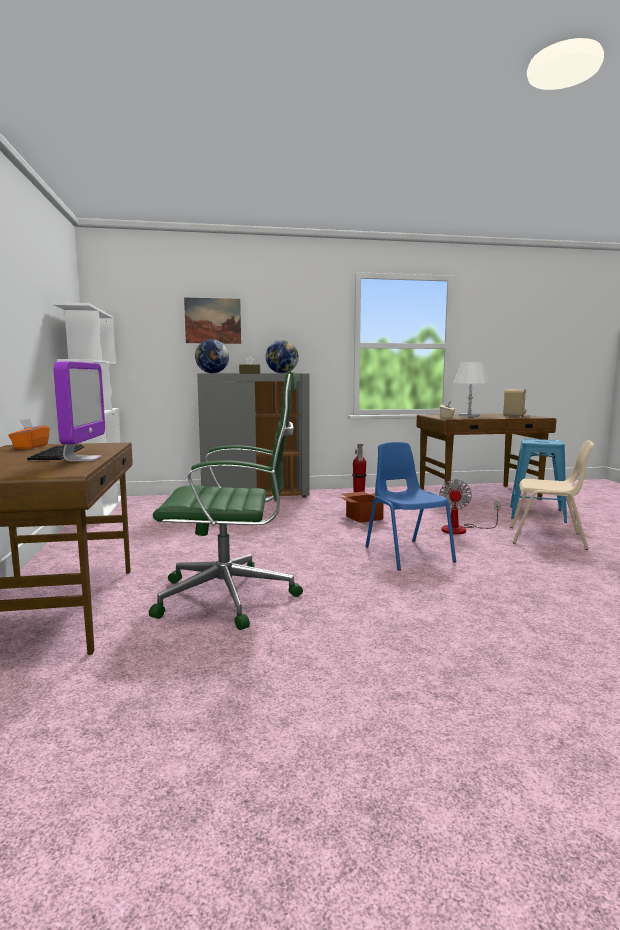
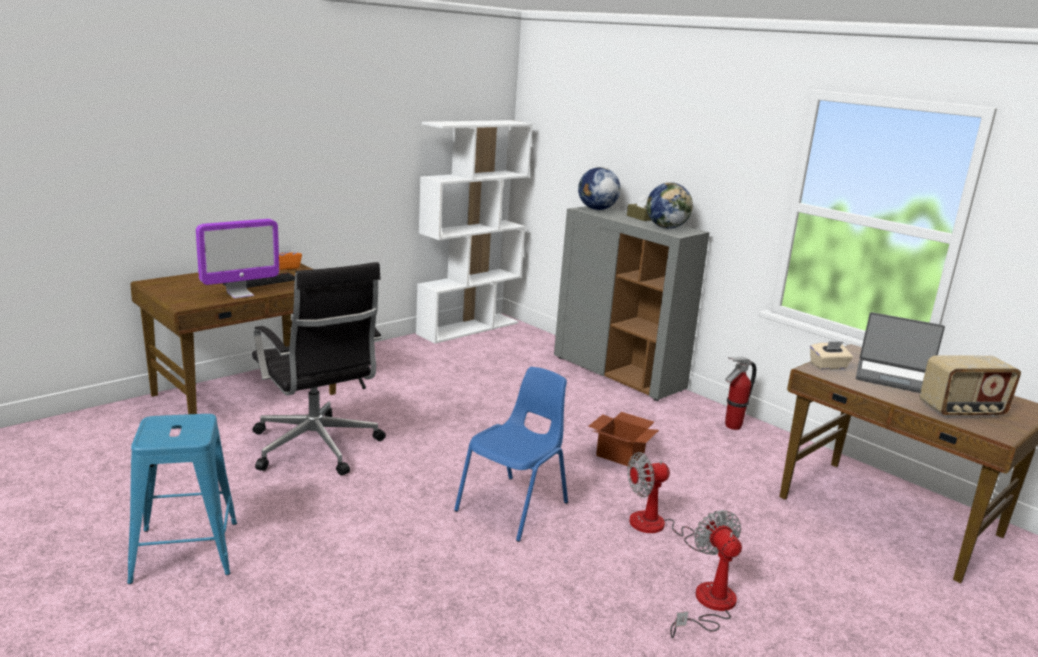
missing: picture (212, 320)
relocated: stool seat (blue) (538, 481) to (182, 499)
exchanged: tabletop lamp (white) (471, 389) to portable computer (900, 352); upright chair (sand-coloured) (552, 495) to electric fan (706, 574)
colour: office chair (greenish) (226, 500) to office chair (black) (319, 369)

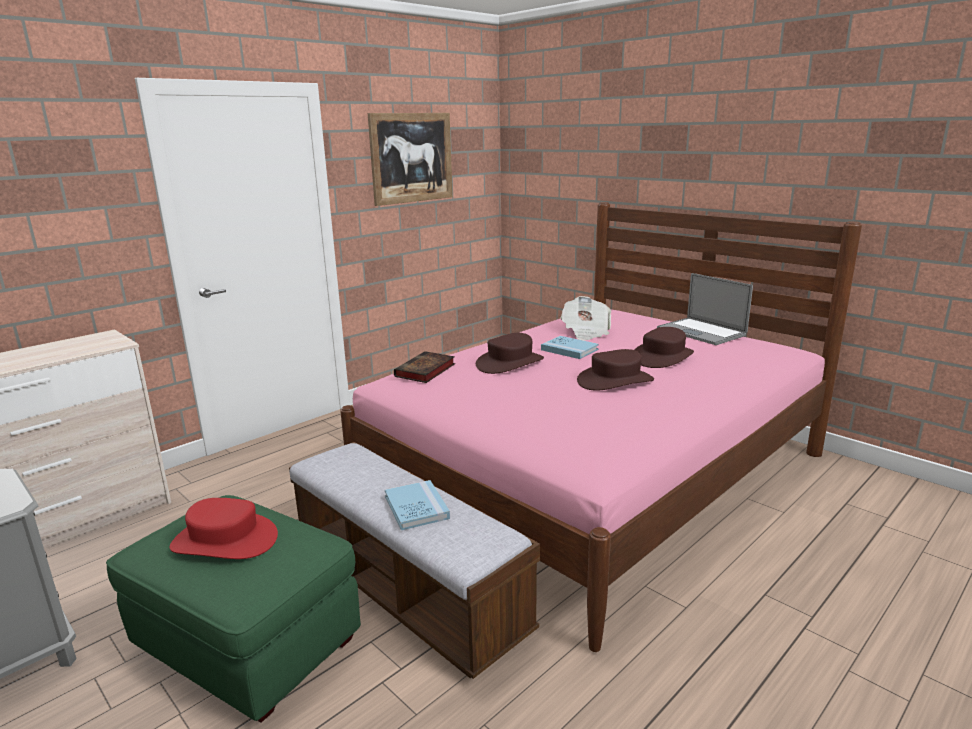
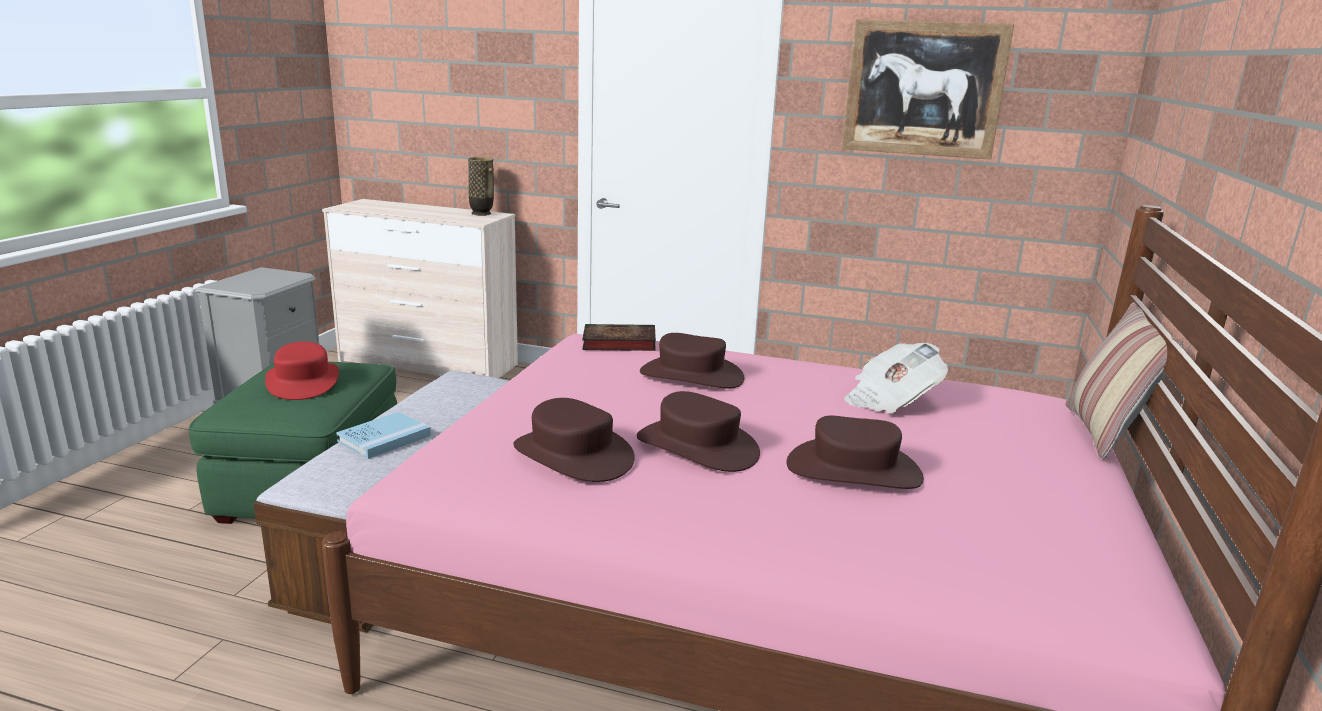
missing: portable computer (705, 309); volume (blue) (570, 347)
appeared: vase (481, 186); cushion (1124, 381); hat (brown-coloured) (574, 440)

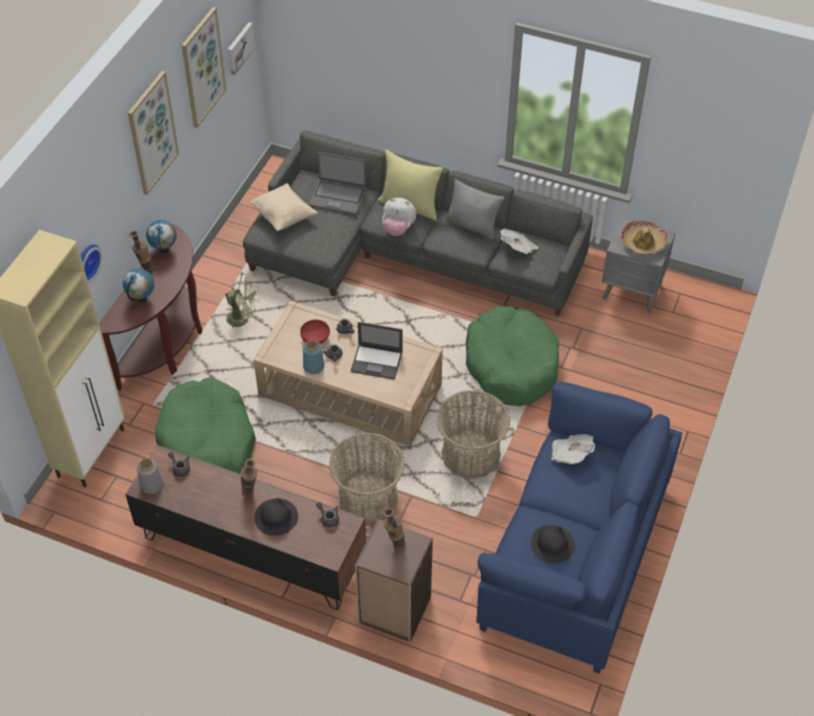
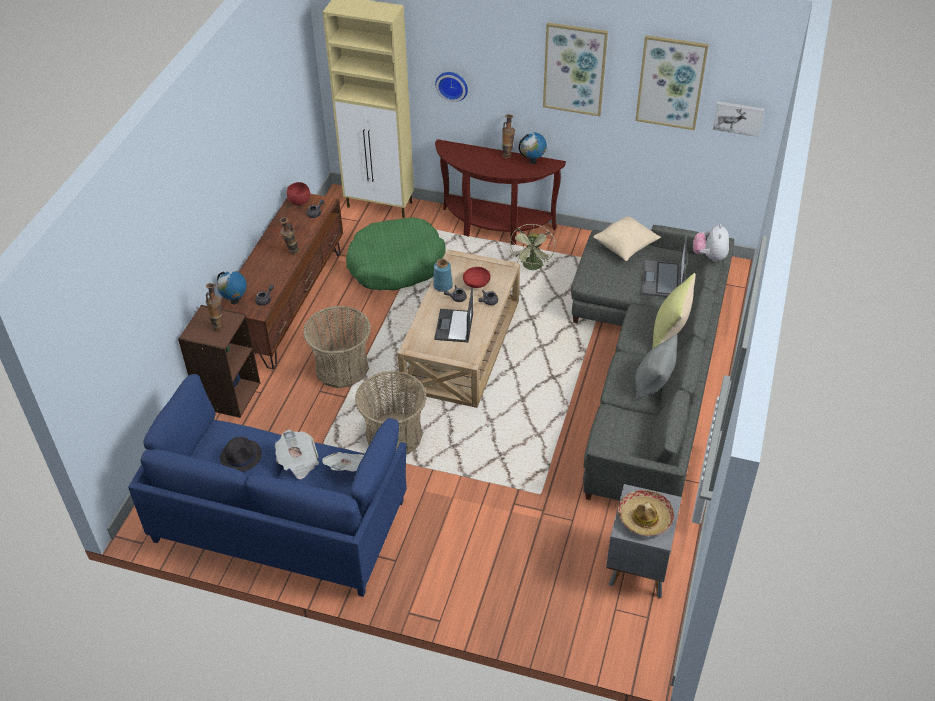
missing: dog bed (greenish) (512, 356); hat (black) (276, 517)
relocated: soft toy (399, 216) to (711, 243); daily paper (519, 241) to (297, 454); desk globe (138, 286) to (232, 287)
exchanged: vase (grey) (150, 476) to deep dish (red) (298, 193)

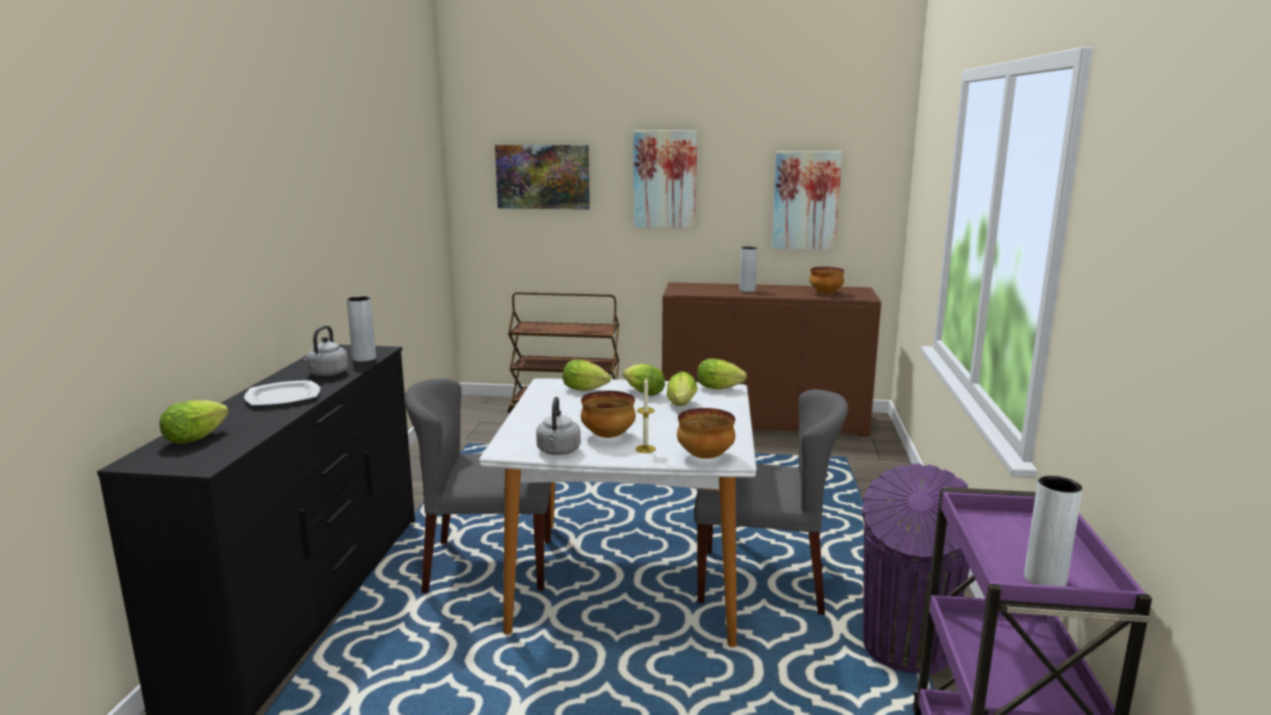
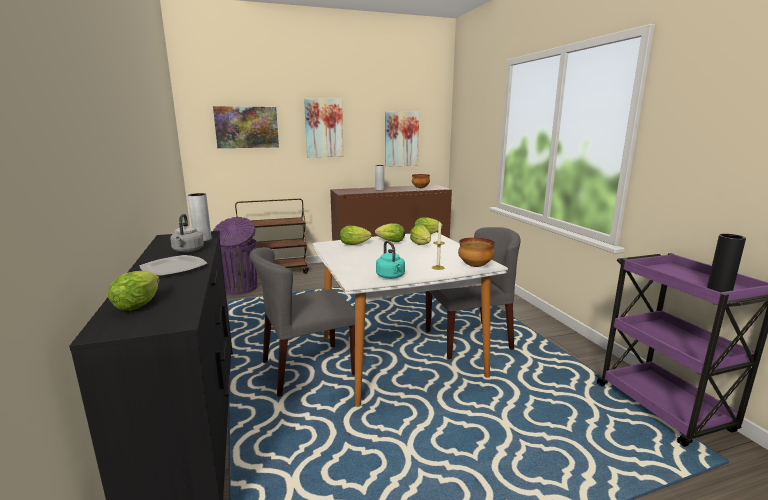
missing: deep dish (608, 414)
relocated: rubbish bin (purple) (916, 569) to (235, 256)
colour: kettle (grey) (558, 426) to kettle (turquoise-coloured) (390, 260); vase (white) (1053, 531) to vase (black) (726, 263)

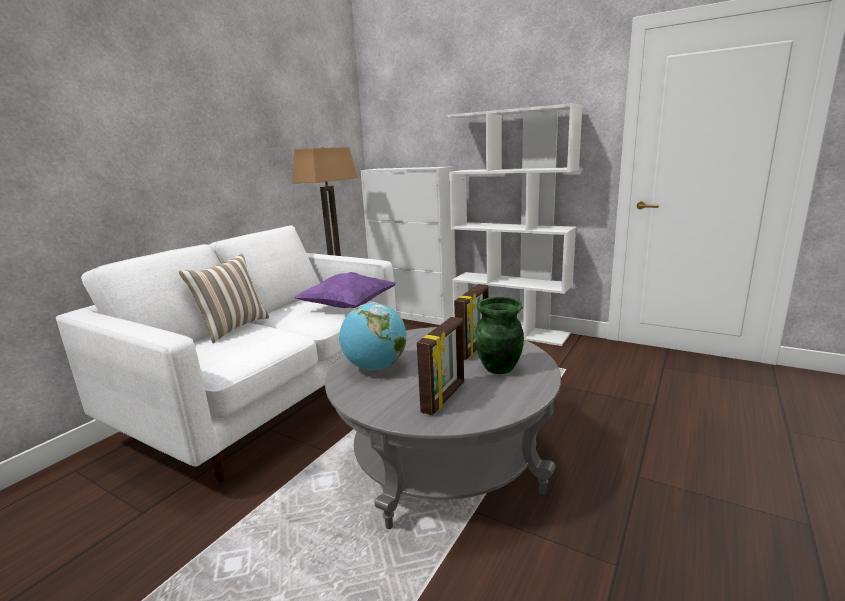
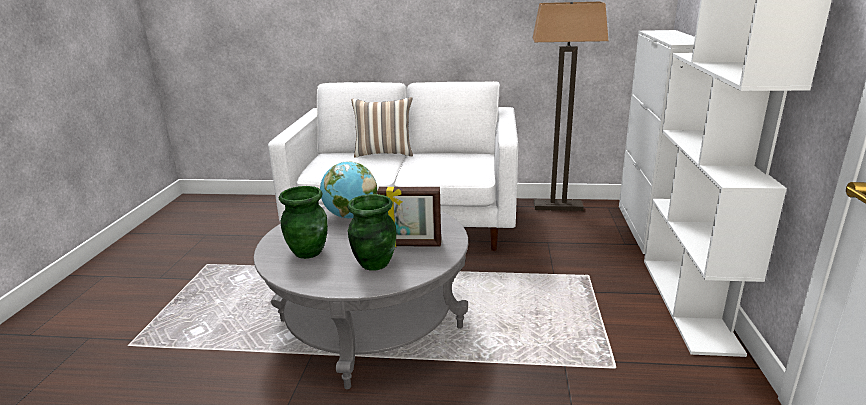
missing: cushion (purple) (345, 290)
exchanged: standing frame (440, 366) to vase (greenish) (303, 222)

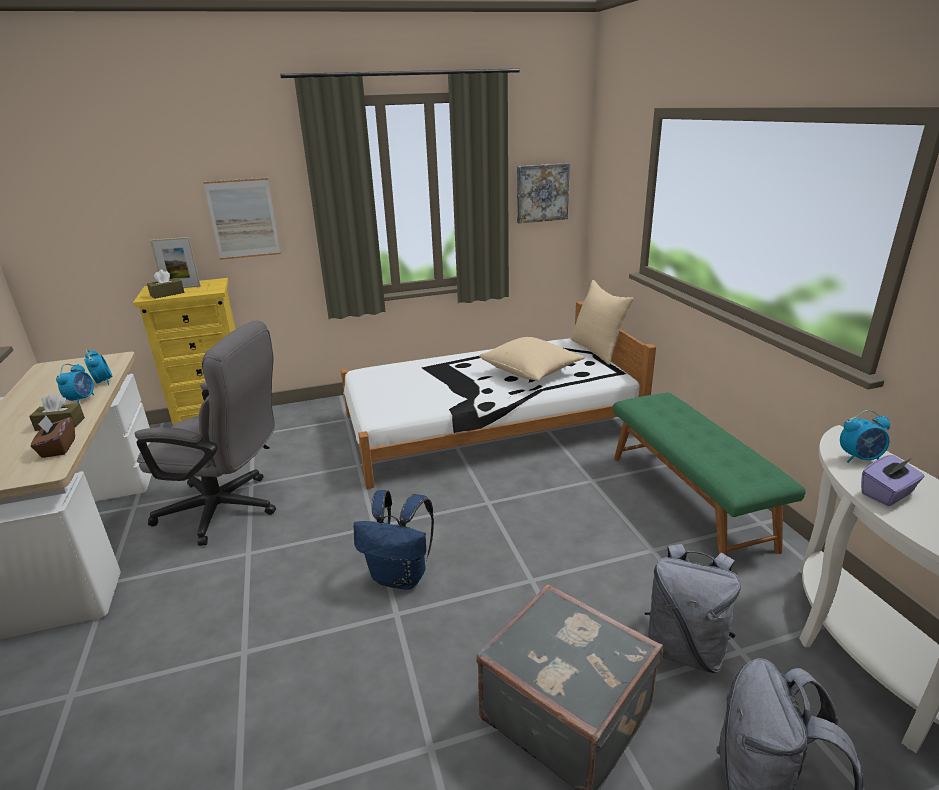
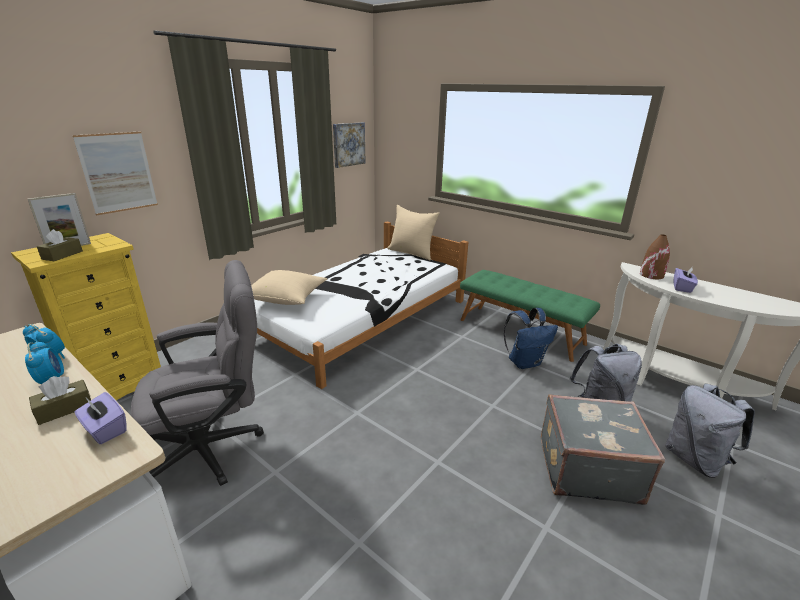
relocated: cushion (sand-coloured) (532, 359) to (289, 287); backpack (blue) (393, 539) to (531, 338)
exchanged: bedside clock (865, 436) to vase (brown-coloured) (655, 256)
colour: tissue box (brown-coloured) (53, 437) to tissue box (purple) (101, 418)

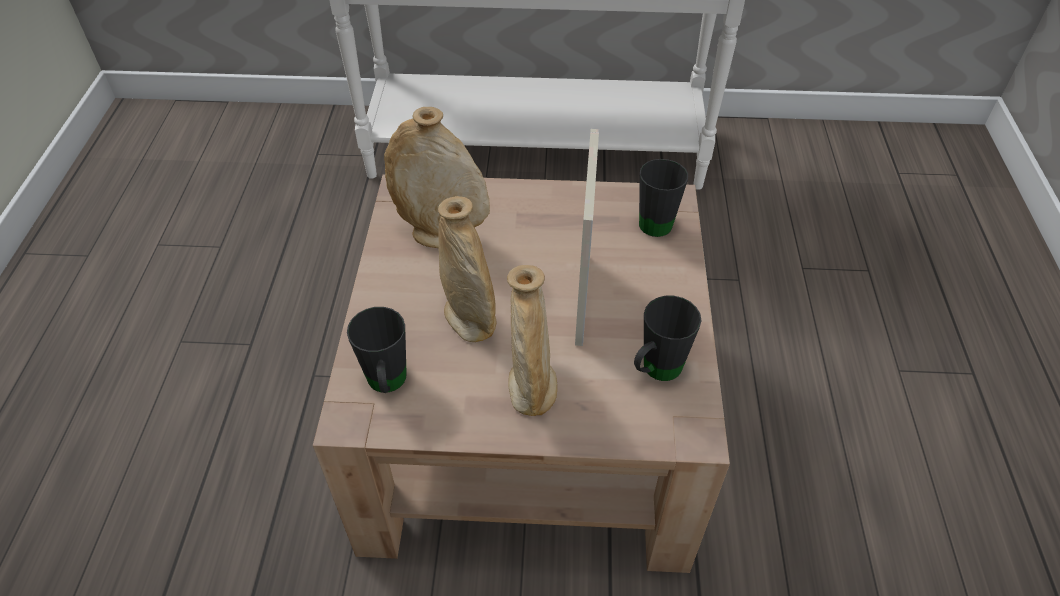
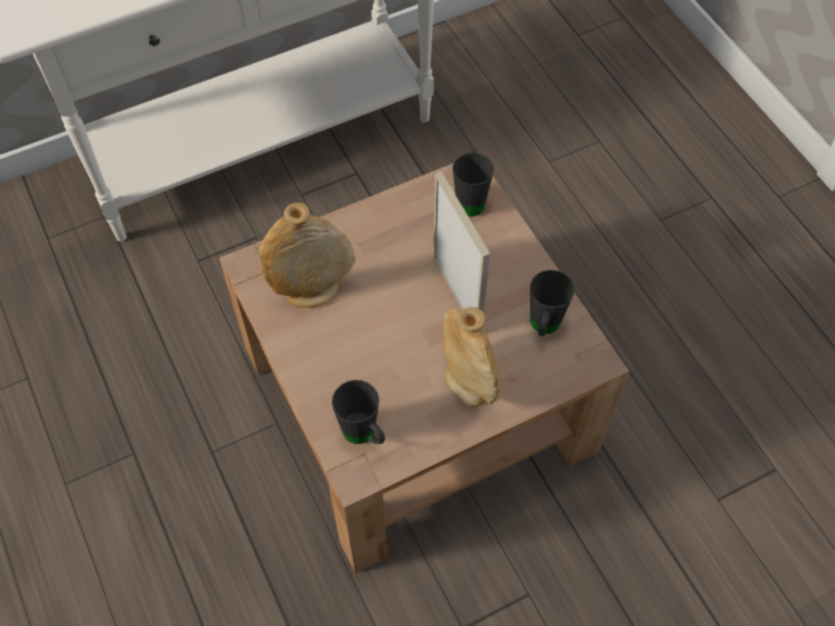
missing: vase (sand-coloured) (467, 269)

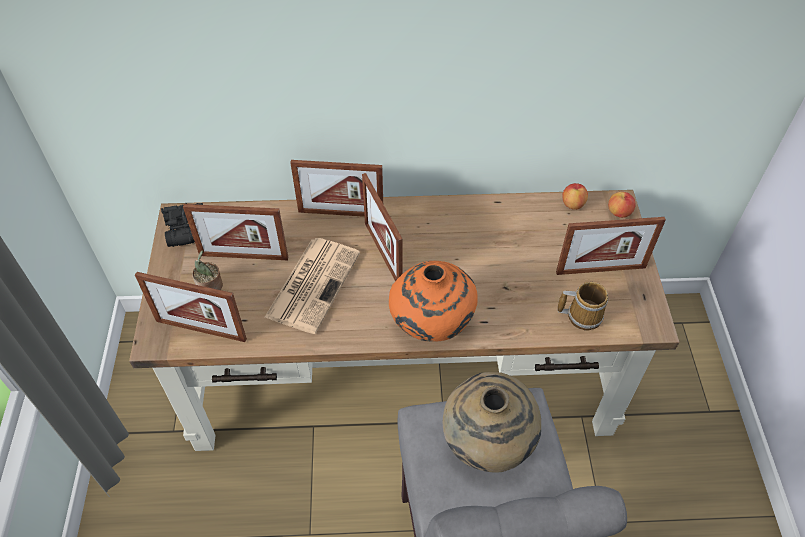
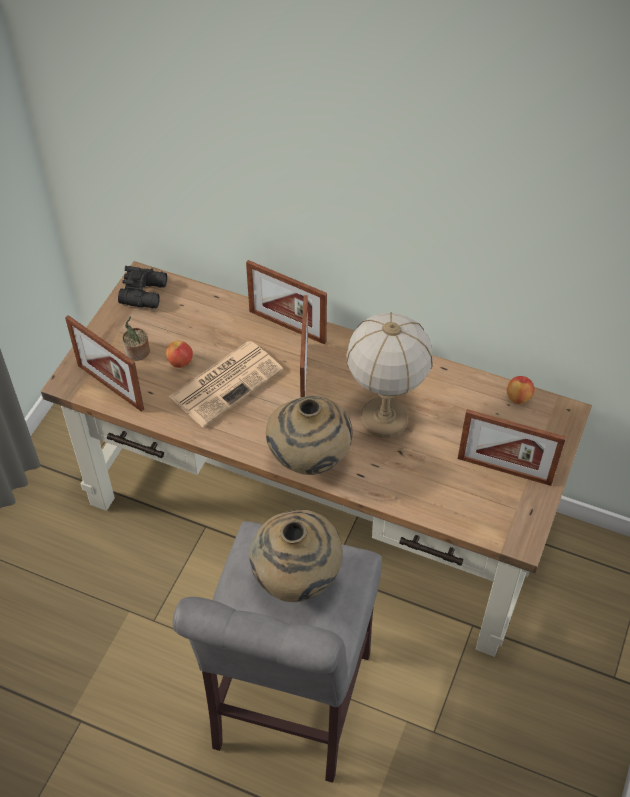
missing: standing frame (235, 232); tea mug (582, 306)
appeared: tabletop lamp (389, 375)
relocated: apple fruit (622, 205) to (179, 354)
colour: vase (orangey) (433, 301) to vase (sand-coloured) (309, 435)

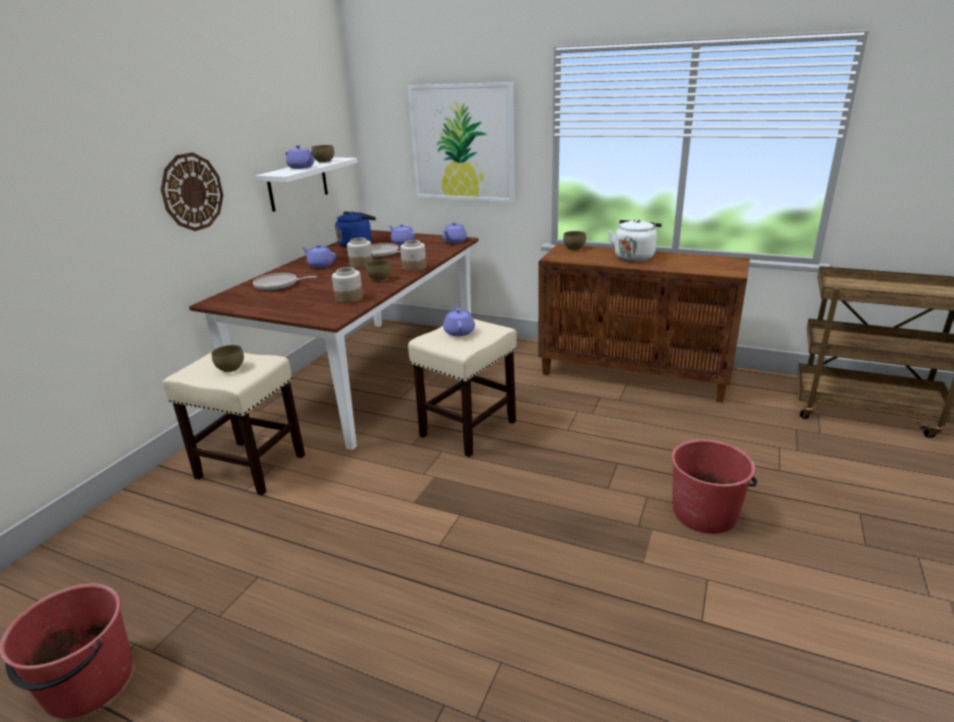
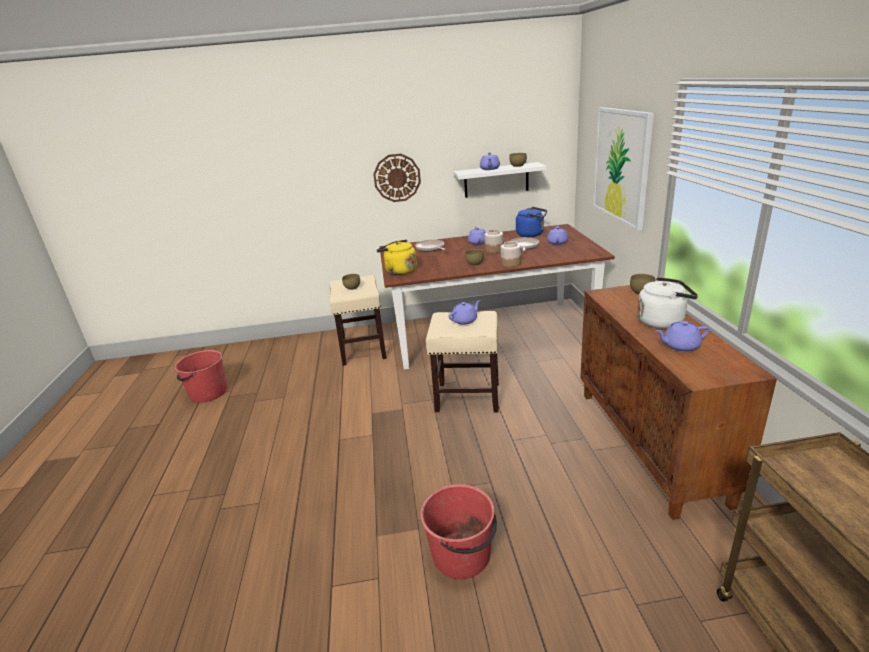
missing: jar (347, 285)
appeared: kettle (yellowish) (397, 257)
relocated: tea pot (purple) (455, 232) to (682, 336)

